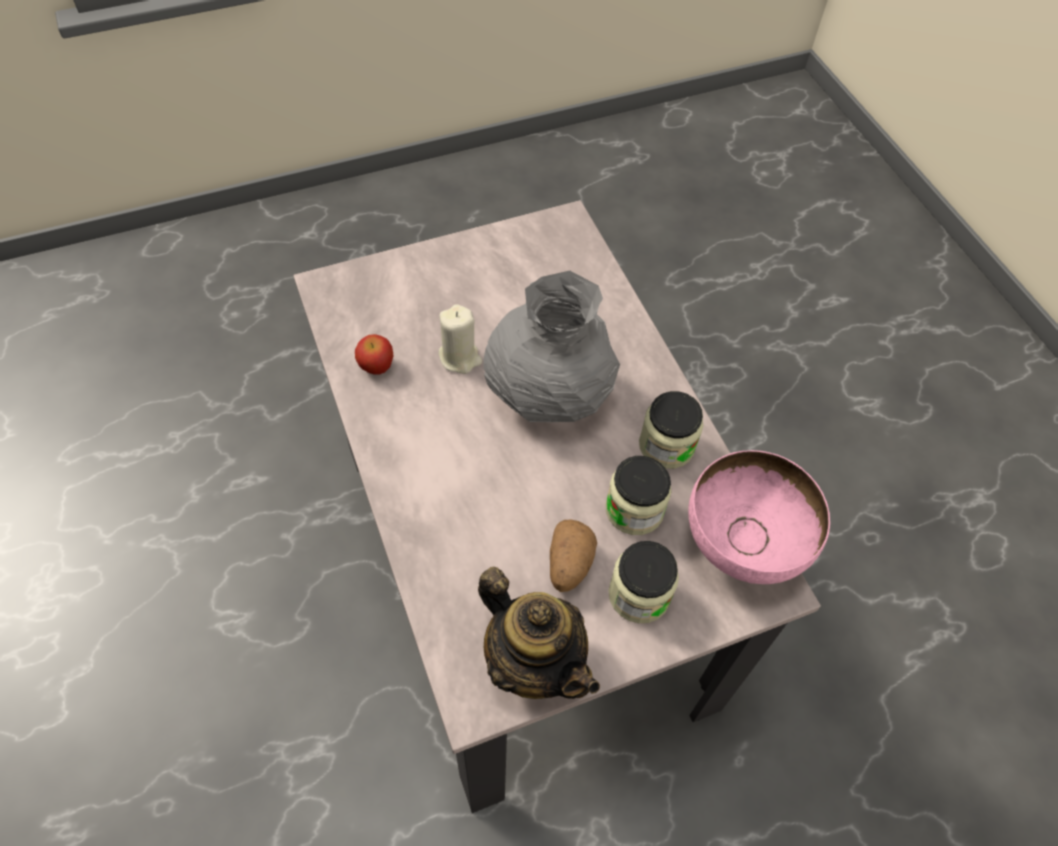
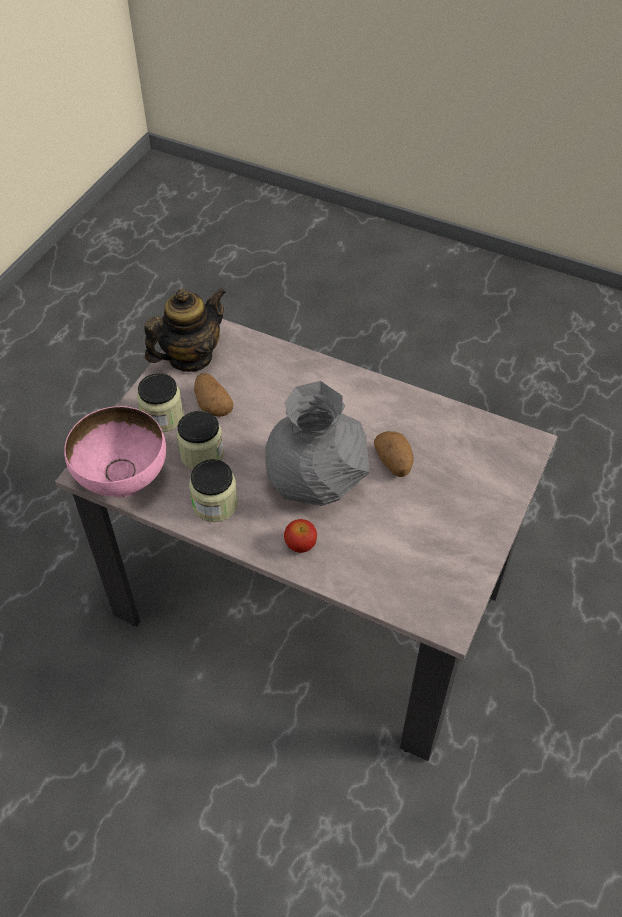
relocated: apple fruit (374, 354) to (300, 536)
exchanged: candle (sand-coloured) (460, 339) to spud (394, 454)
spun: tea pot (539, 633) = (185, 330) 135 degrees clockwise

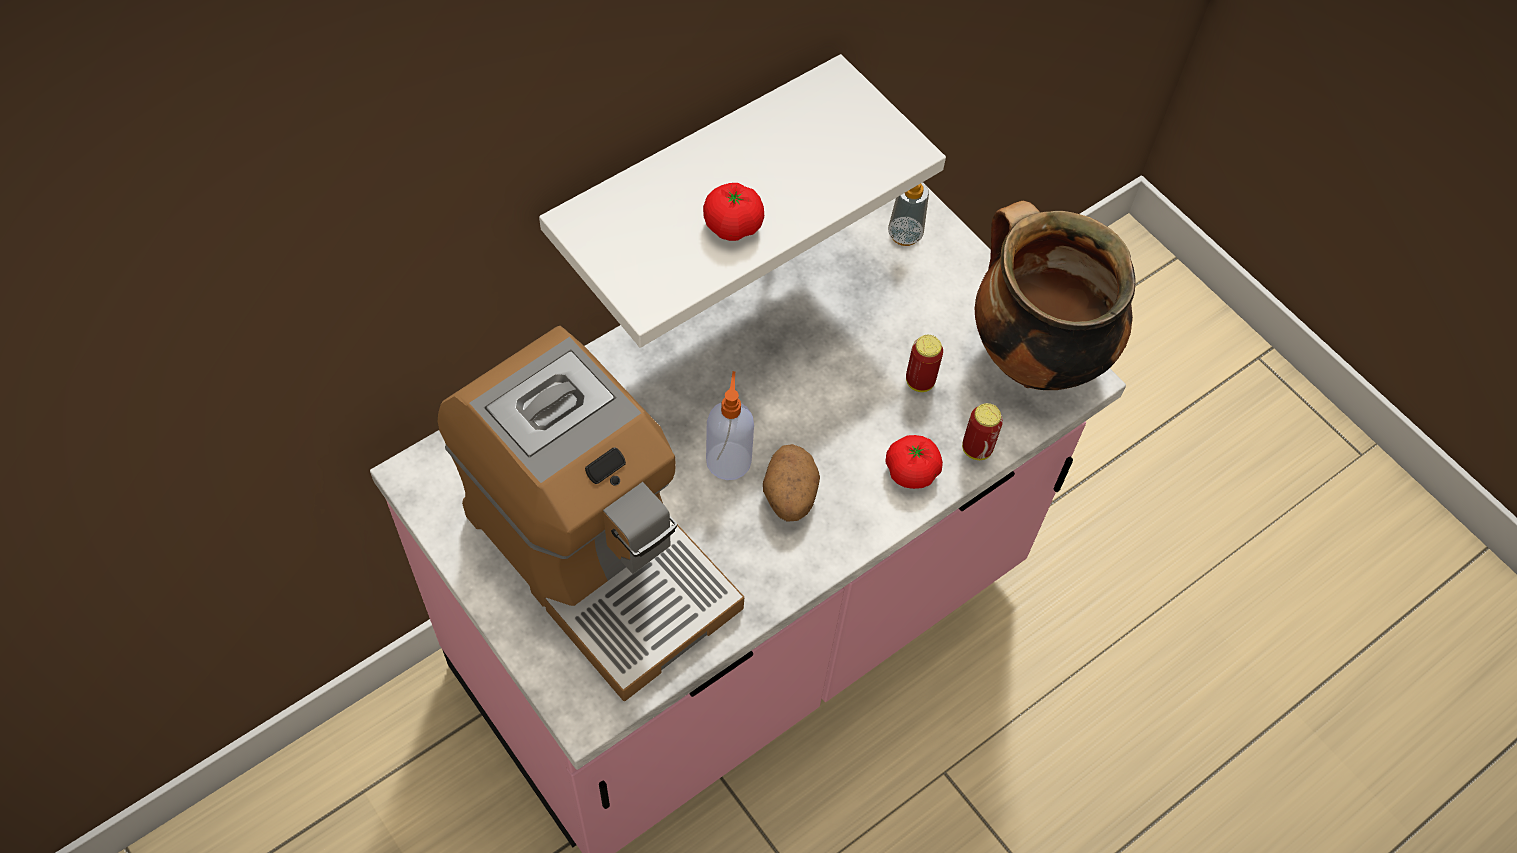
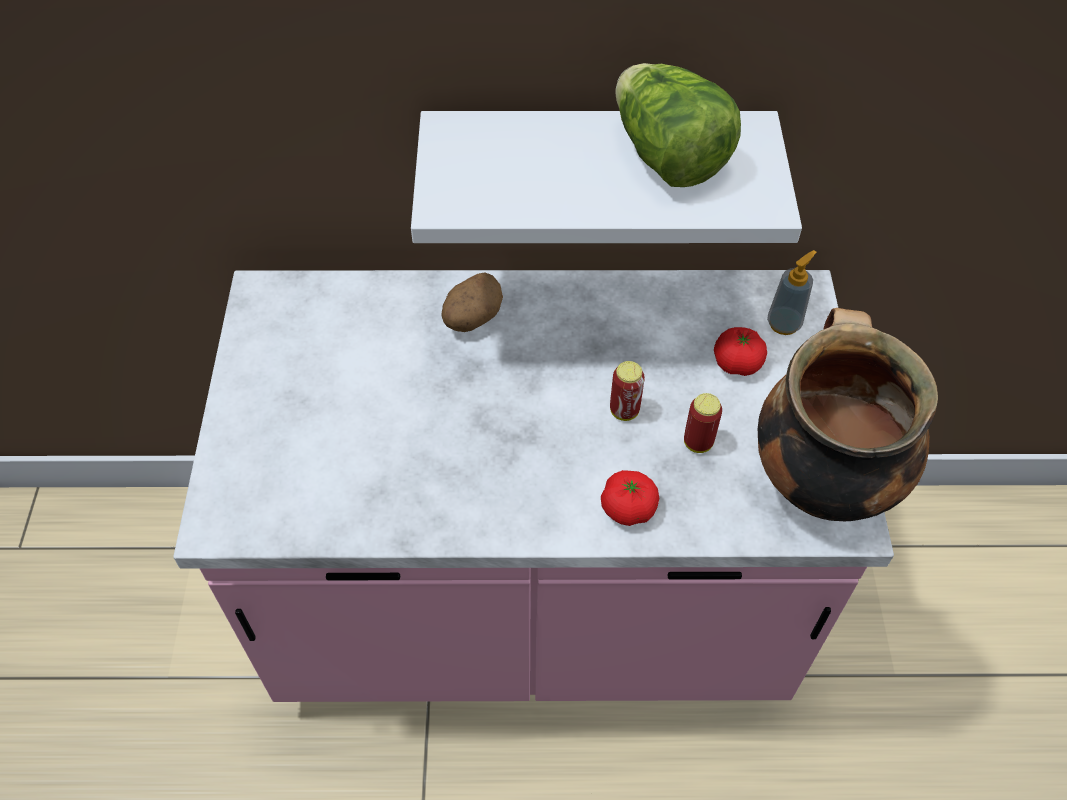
missing: coffee maker (591, 513); soap bottle (730, 425)
appeared: lettuce (678, 125)
relocated: tomato (733, 212) to (740, 351); can (982, 431) to (627, 391); spud (791, 483) to (472, 302)

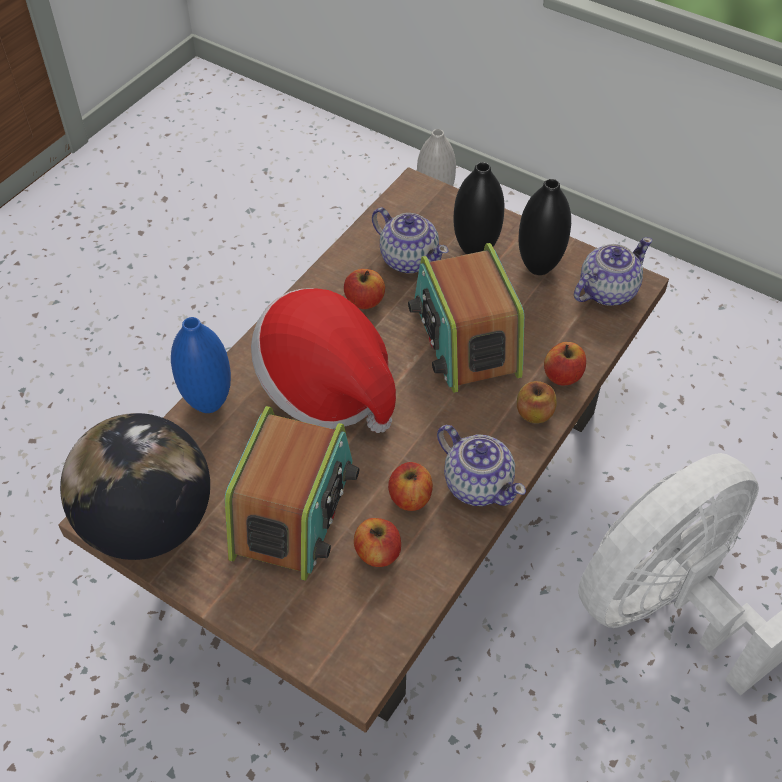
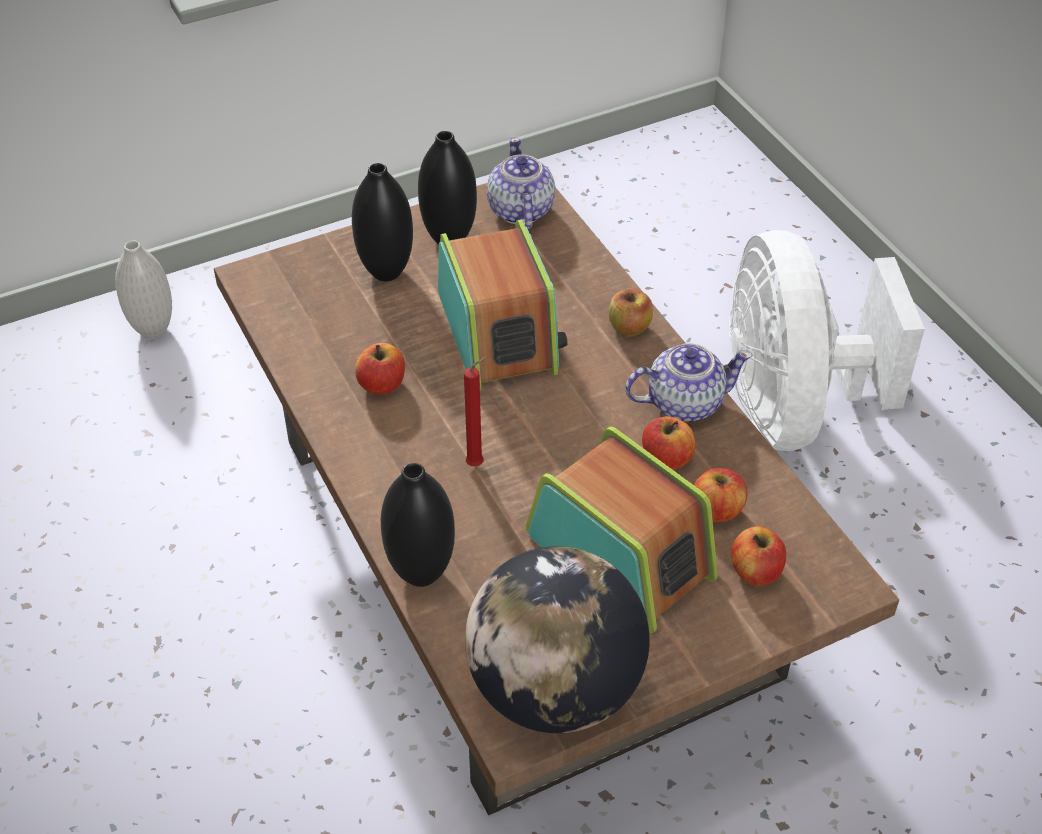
missing: tea pot (410, 240)
relocated: apple fruit (565, 363) to (758, 556)
exchanged: hat (323, 360) to candle (red) (475, 411)
colour: vase (blue) (201, 365) to vase (black) (418, 525)
spun: radio set (466, 318) = (503, 305) 120 degrees counterclockwise

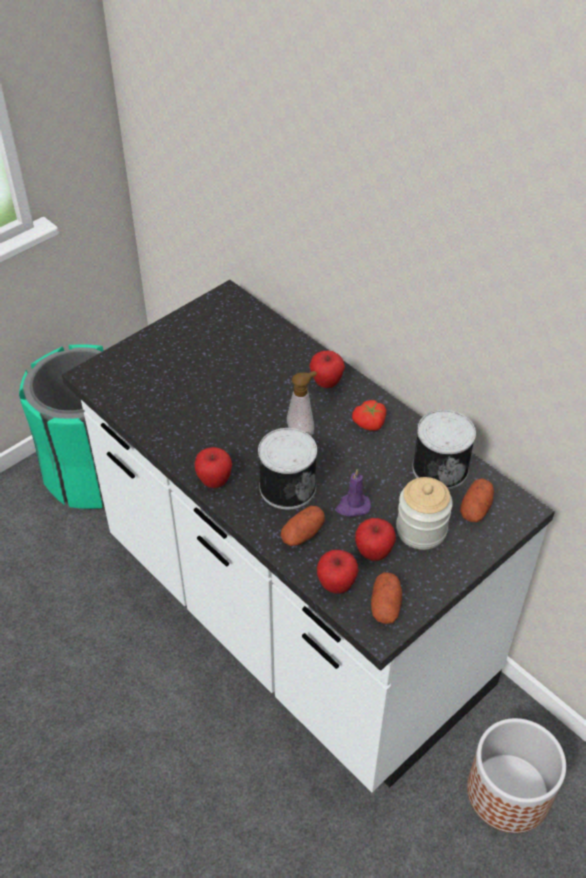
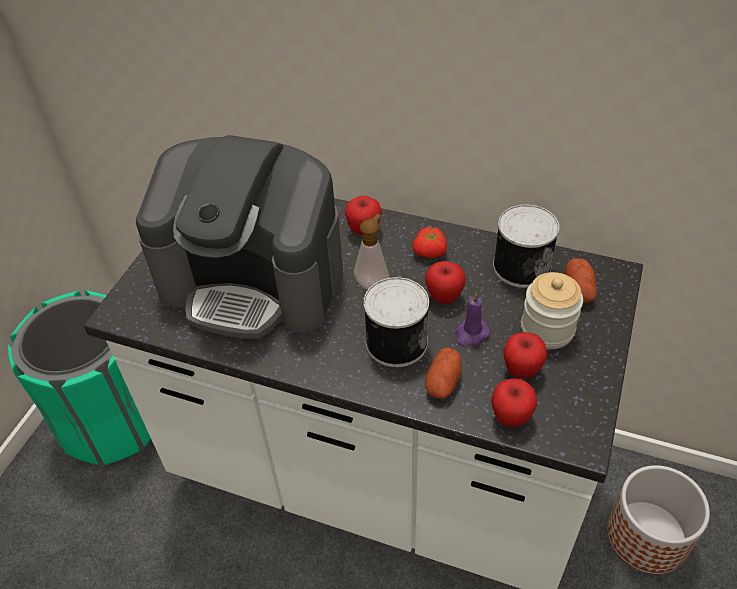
missing: spud (386, 598)
appeared: coffee maker (239, 237)
relocated: apple fruit (213, 467) to (445, 282)

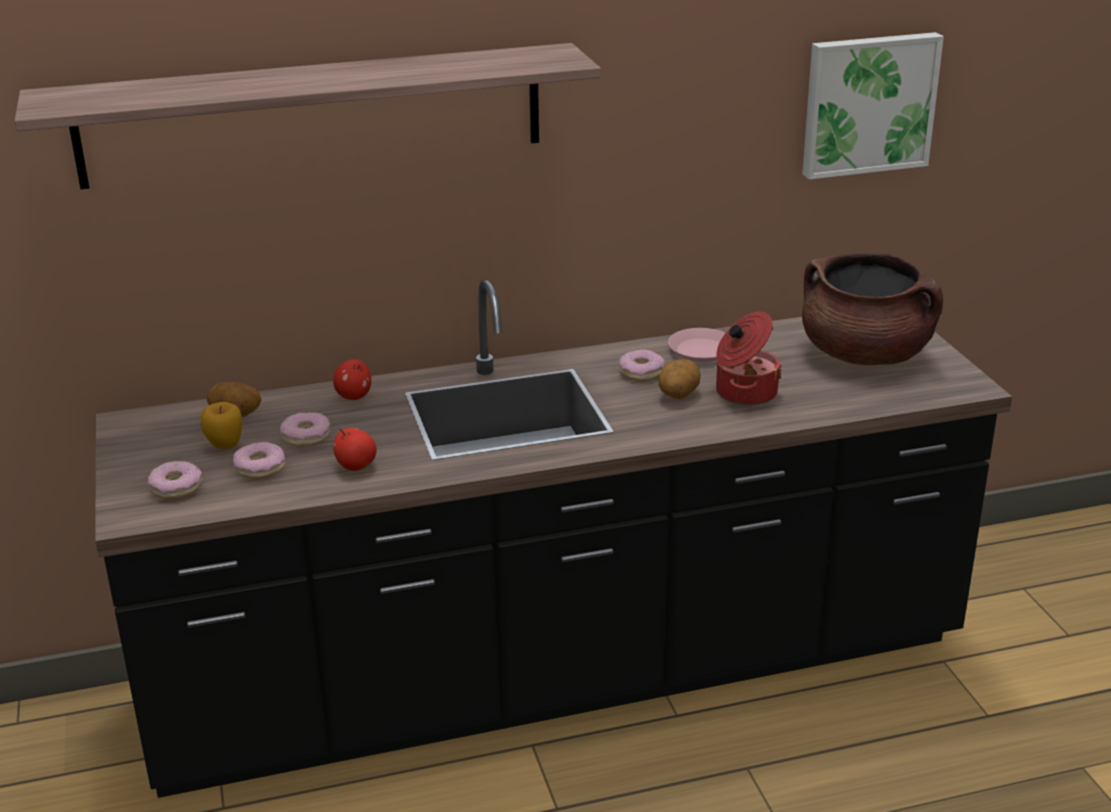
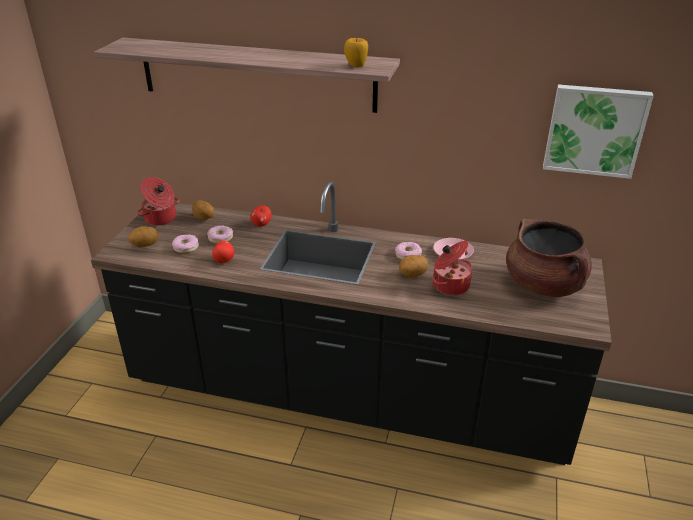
appeared: stockpot (158, 201)
relocated: apple fruit (221, 425) to (356, 52)
exchanged: doughnut (175, 480) to spud (143, 237)

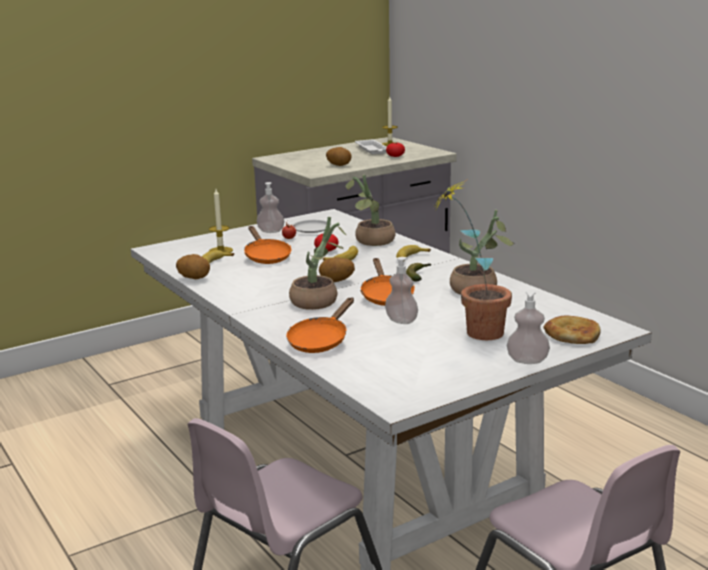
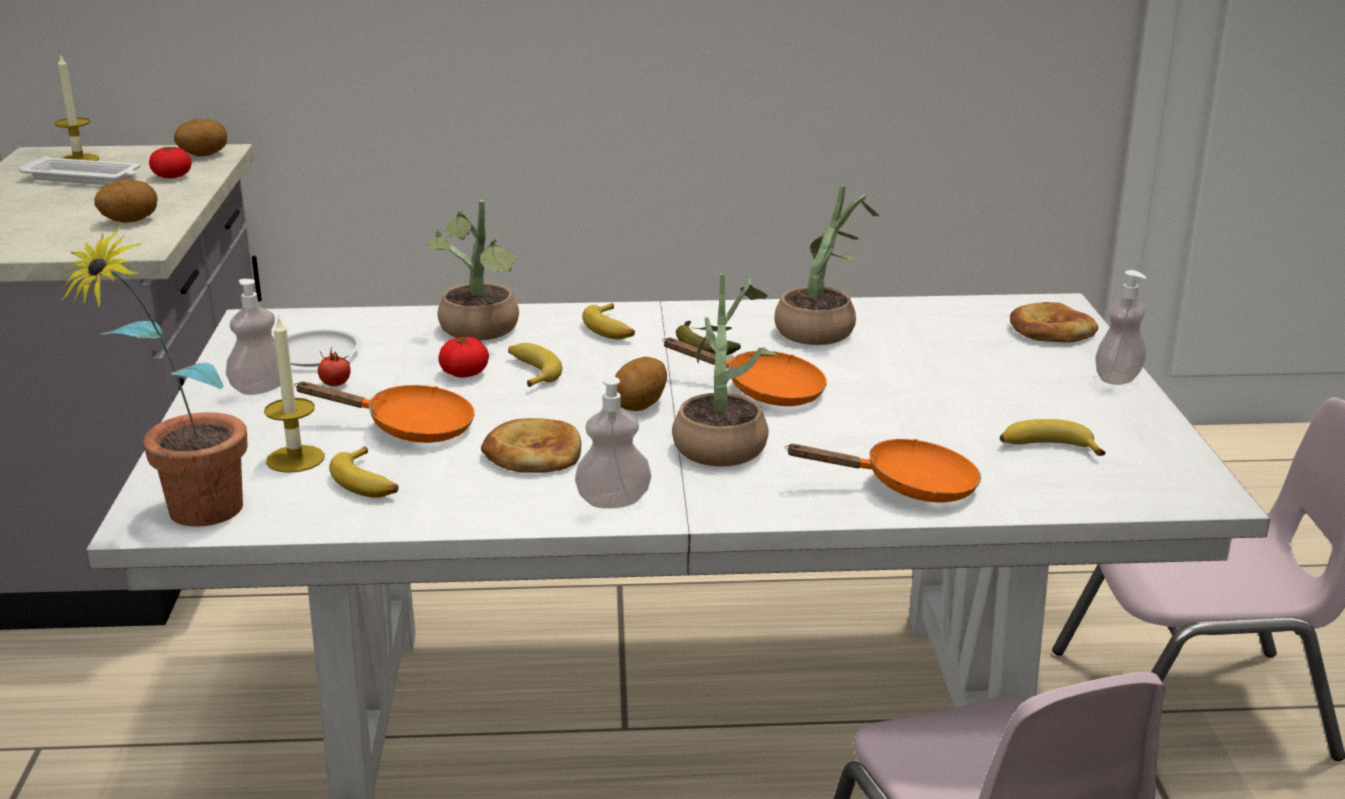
appeared: bread (531, 445); banana (1053, 437)
relocated: plant in a pot (472, 260) to (154, 376); spud (193, 266) to (200, 137); soap bottle (401, 290) to (613, 442)
spun: skillet (orangey) (320, 325) = (883, 471) 60 degrees counterclockwise

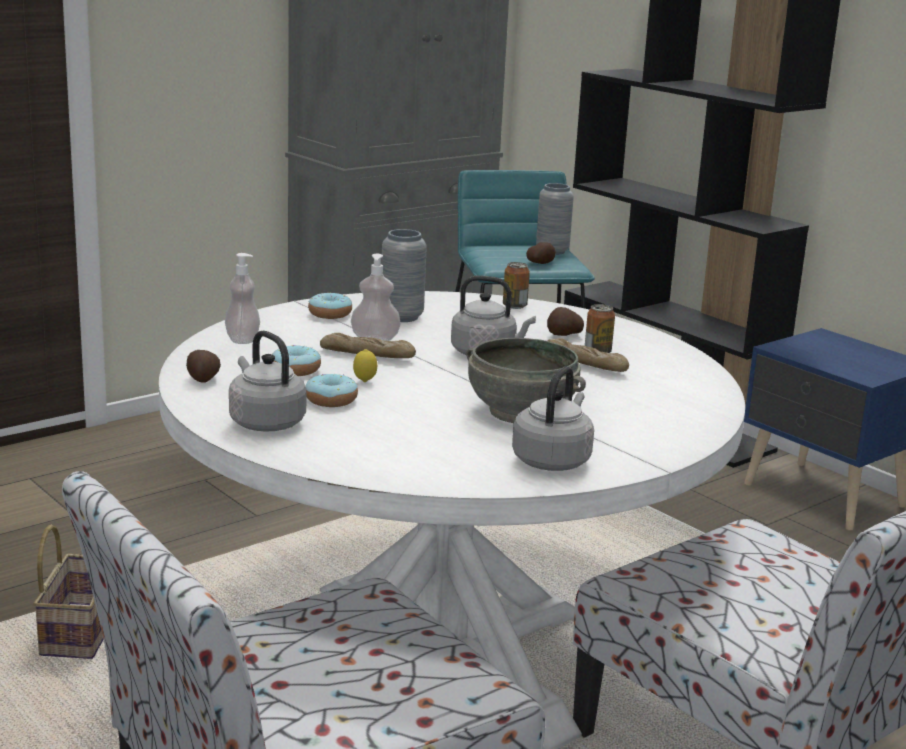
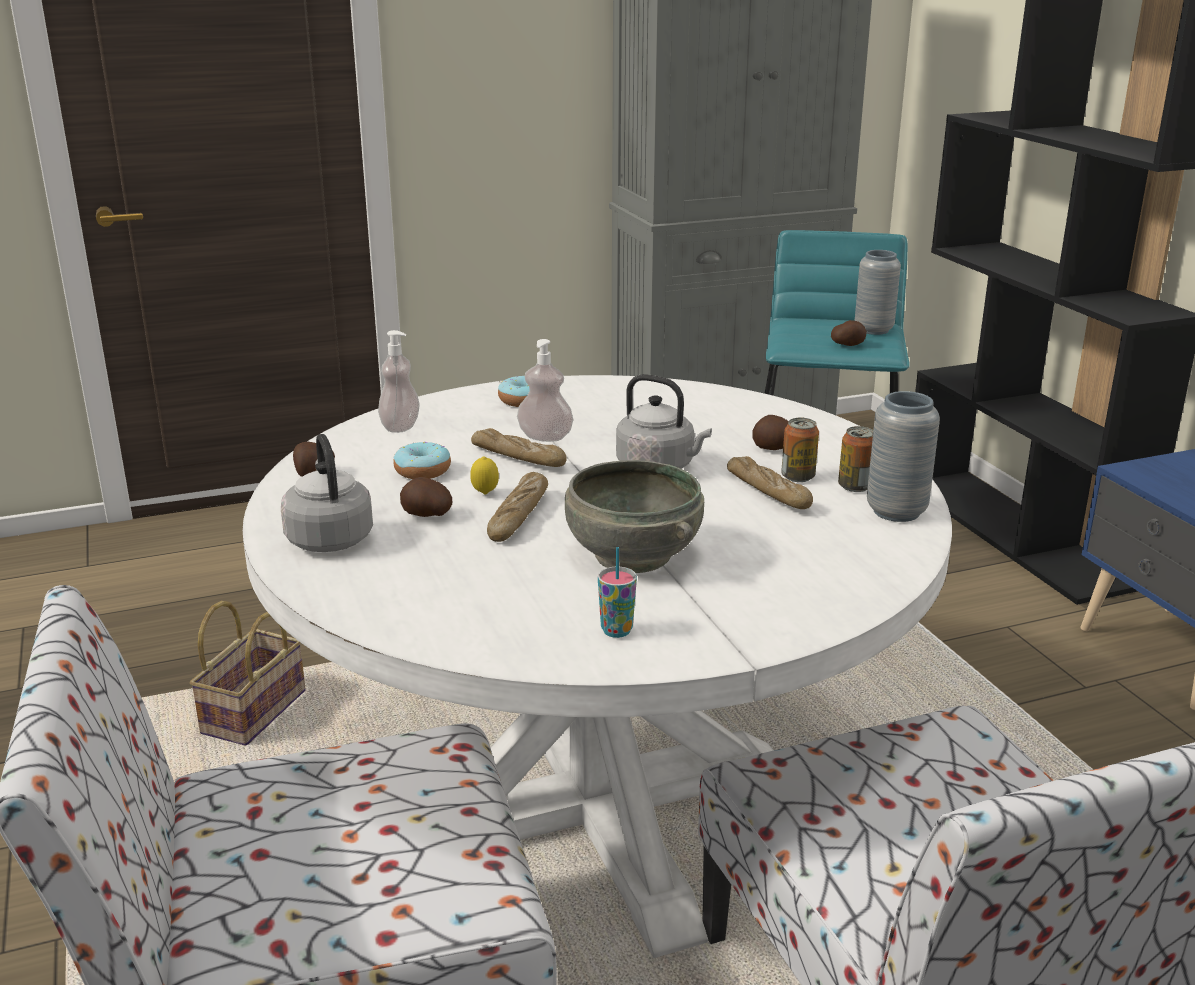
appeared: bread (517, 507)
relocated: vase (grey) (404, 275) to (903, 456); can (516, 285) to (855, 459)
exchanged: kettle (grey) (553, 418) to cup (617, 592); doughnut (332, 390) to spud (426, 497)

